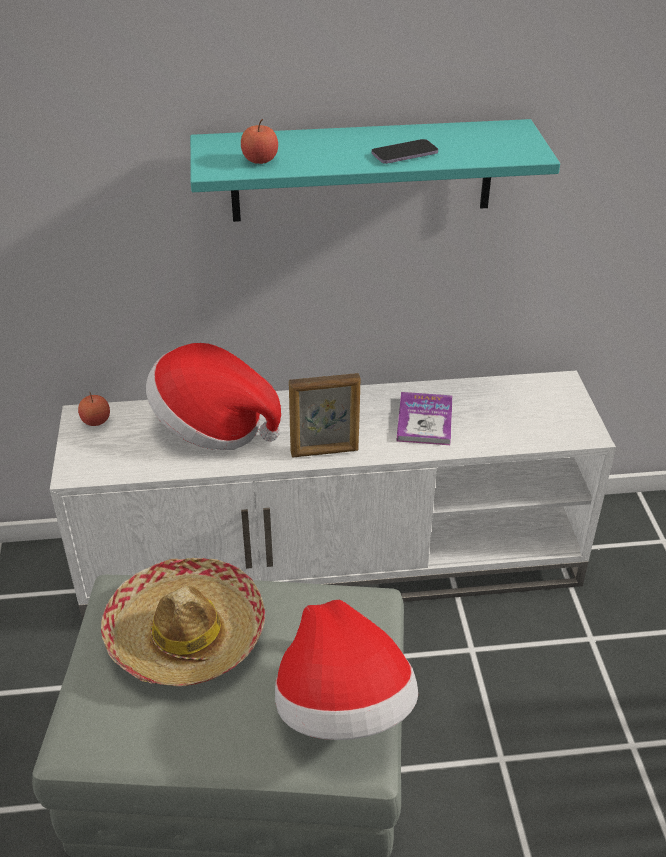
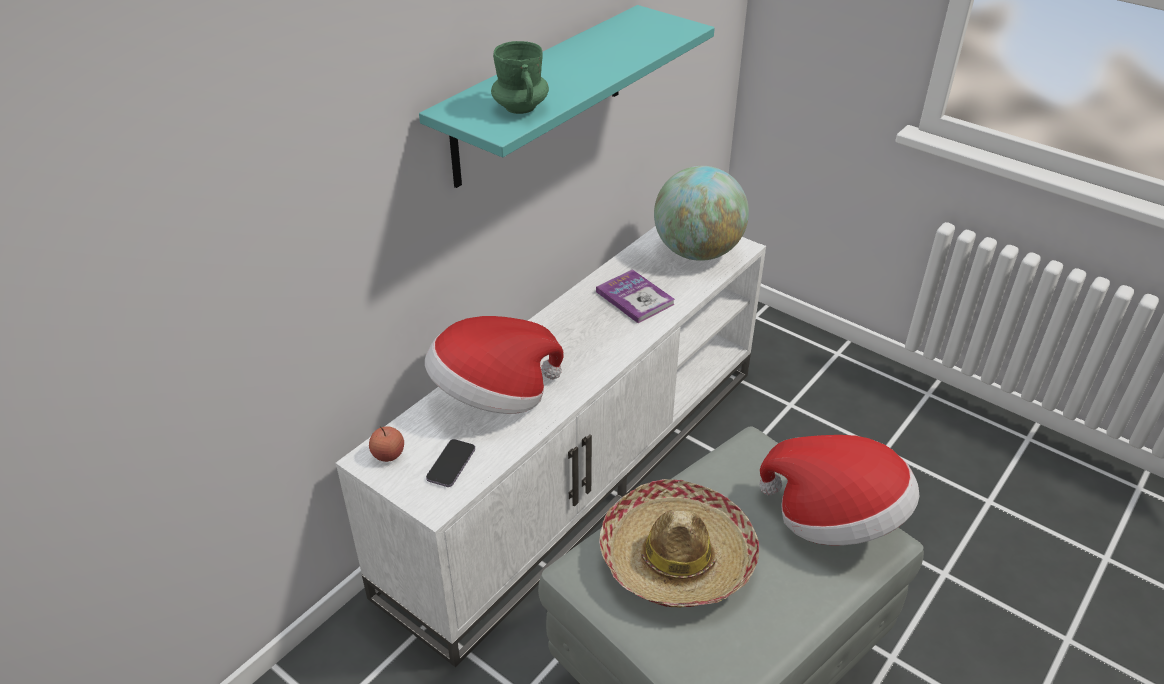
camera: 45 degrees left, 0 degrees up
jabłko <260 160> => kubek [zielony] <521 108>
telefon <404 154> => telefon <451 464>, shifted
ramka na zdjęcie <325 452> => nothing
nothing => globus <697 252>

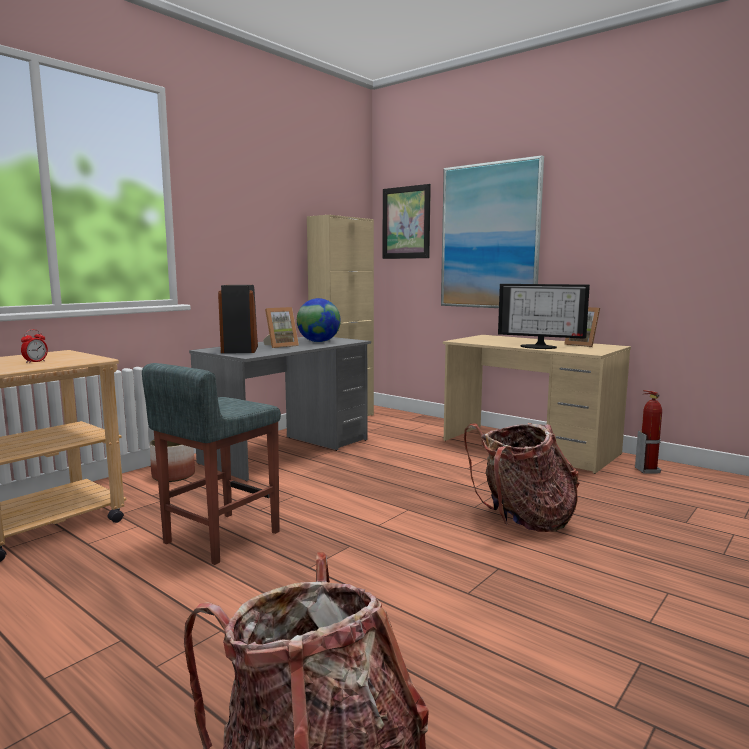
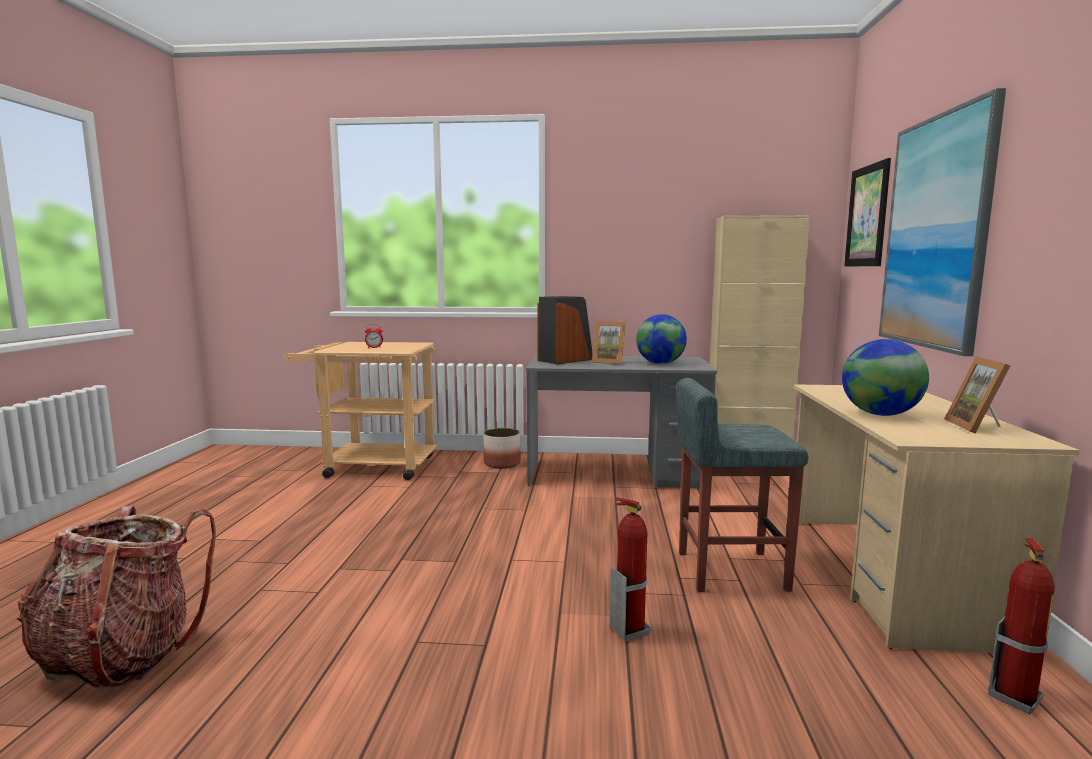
camera: 55 degrees right, 0 degrees up
monitor <539 346> => globus <880 414>
stołek [szary] <220 538> => stołek [szary] <729 571>, shifted
plecak <523 520> => gaśnica <629 630>

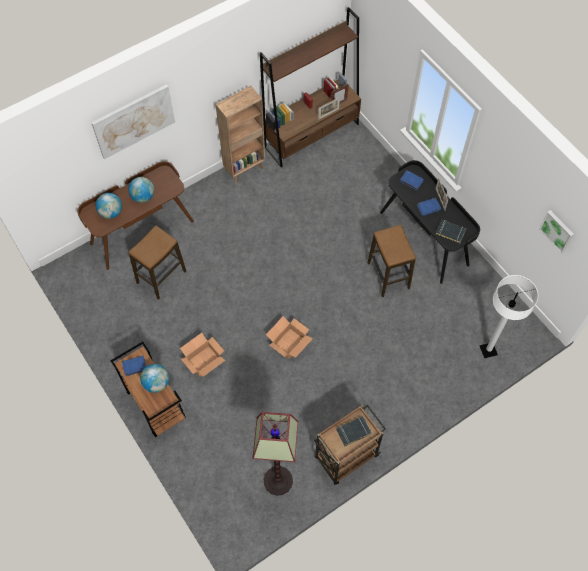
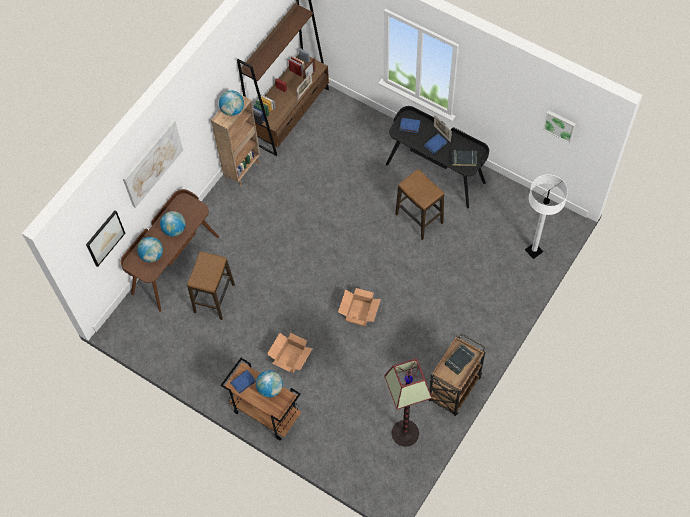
camera: 20 degrees left, 0 degrees up
nothing => globus <232 110>
nothing => obraz <105 238>

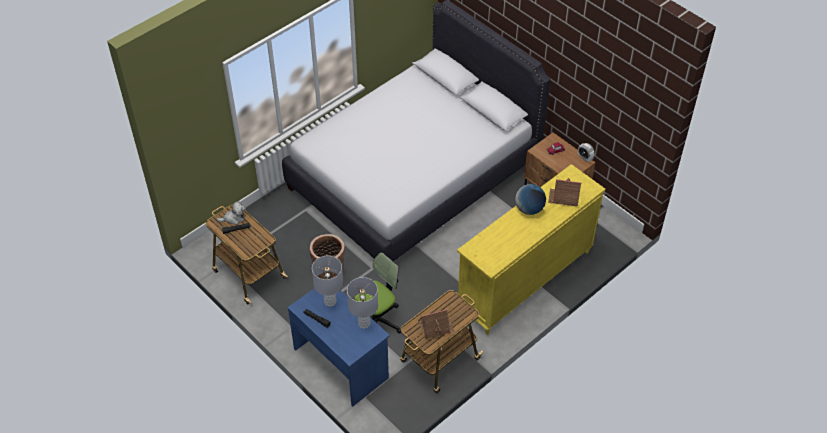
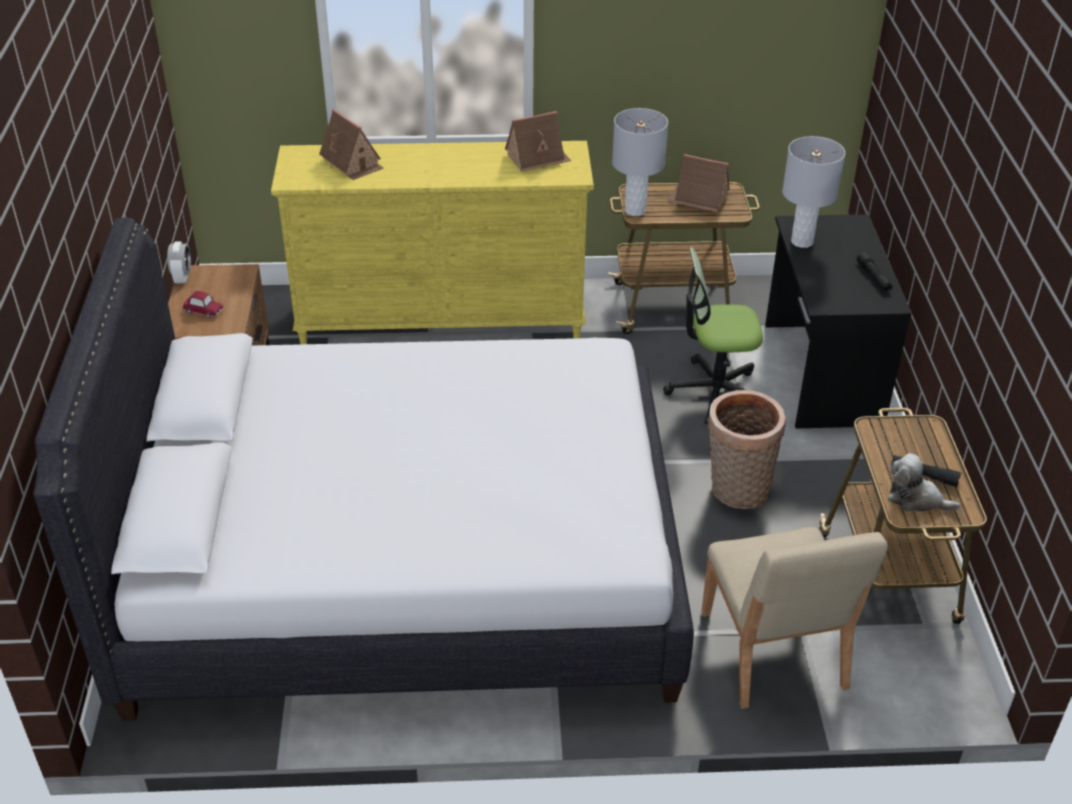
camera: 140 degrees left, 10 degrees down
globus <529 209> => nothing
lampa stołowa [szary] <330 301> => lampa stołowa [szary] <635 211>, shifted
biurko [niebieski] <341 362> => biurko [czarny] <820 374>
nothing => domek <537 158>
nothing => krzesło [beżowy] <773 651>

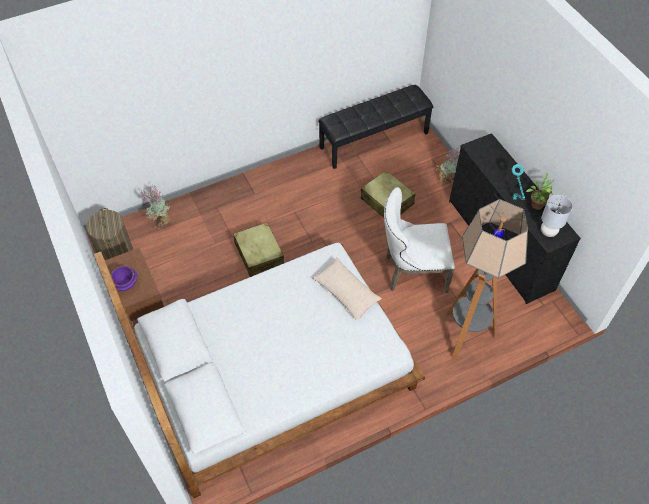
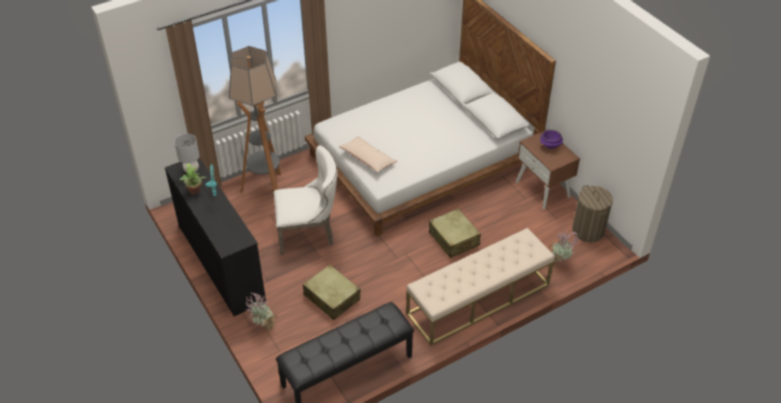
camera: 175 degrees right, 10 degrees down
nothing => ławka [beżowy] <478 299>

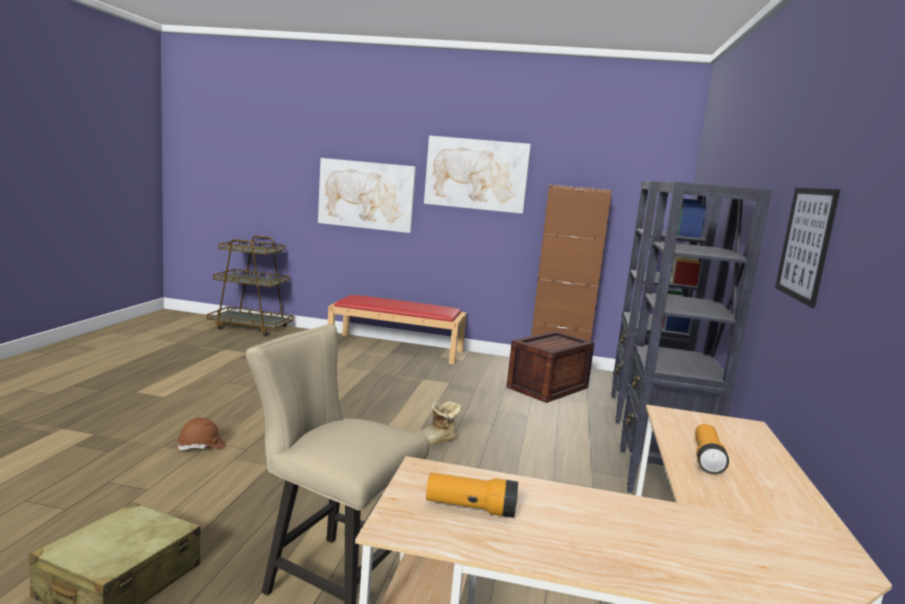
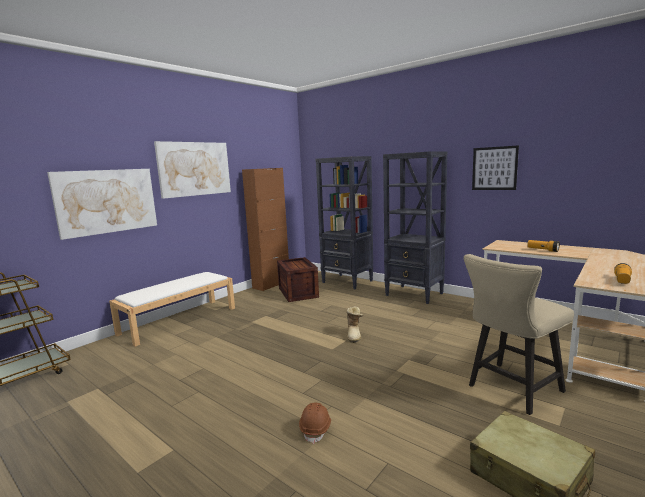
camera: 60 degrees left, 0 degrees up
ławka [czerwony] <397 348> => ławka [biały] <179 320>

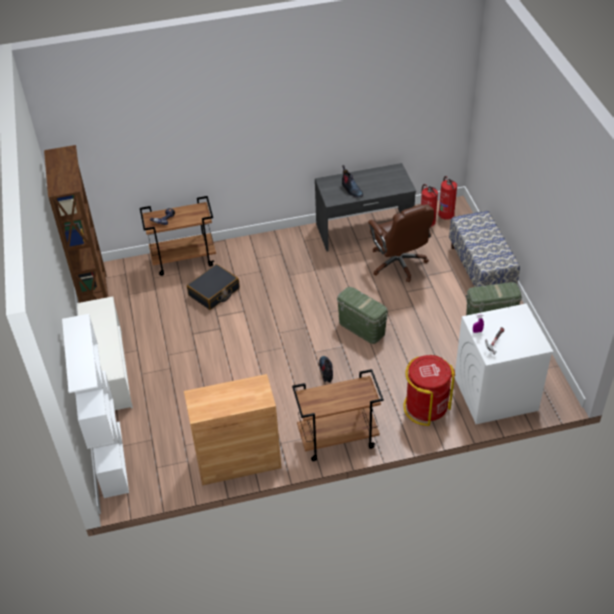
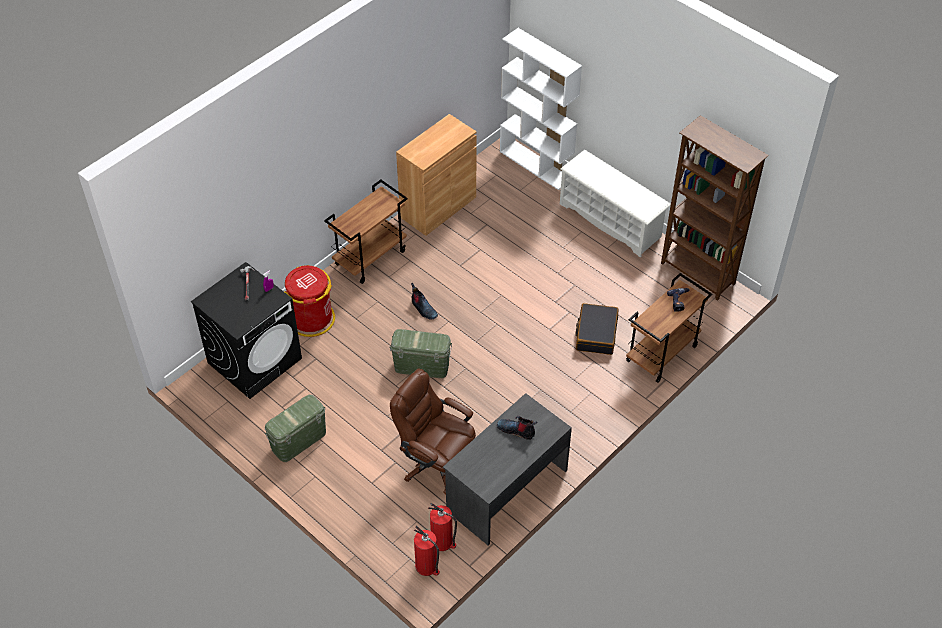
camera: 145 degrees right, 5 degrees up
ławka <481 270> => nothing
pralka [biały] <495 394> => pralka [czarny] <255 360>

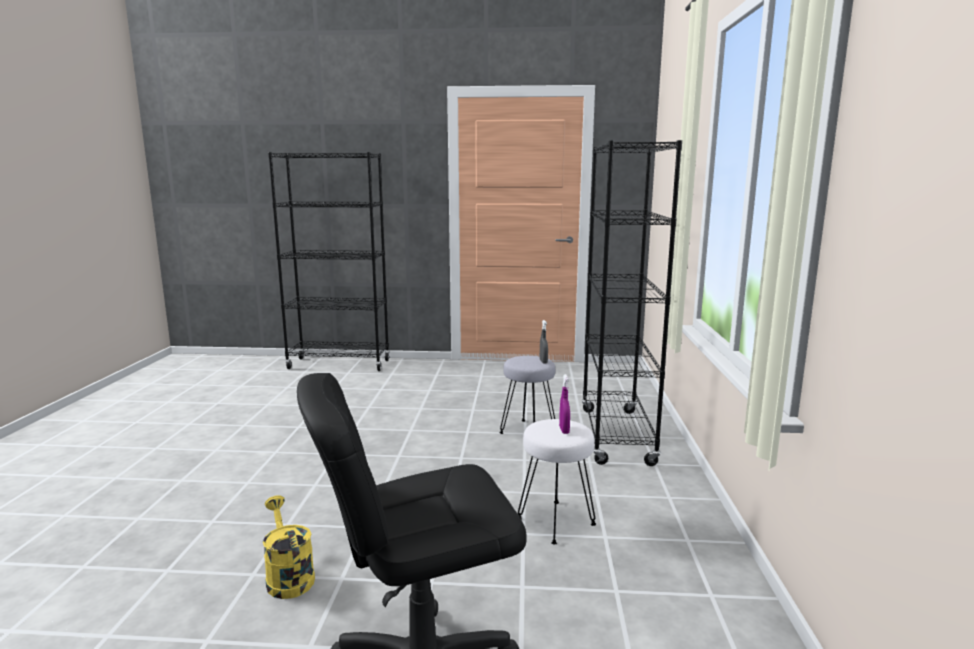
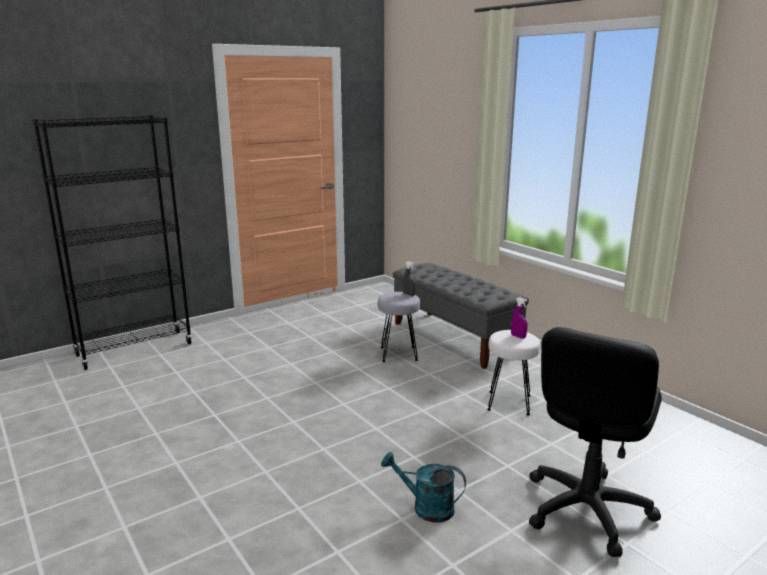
camera: 40 degrees left, 5 degrees up
regał [czarny] <616 436> => ławka [szary] <454 338>
konewka [żółty] <288 576> => konewka [turkusowy] <426 507>

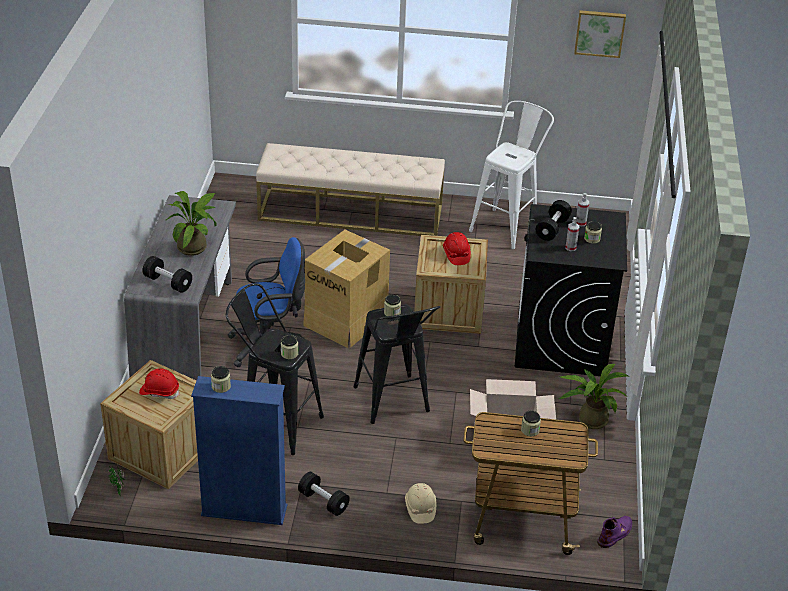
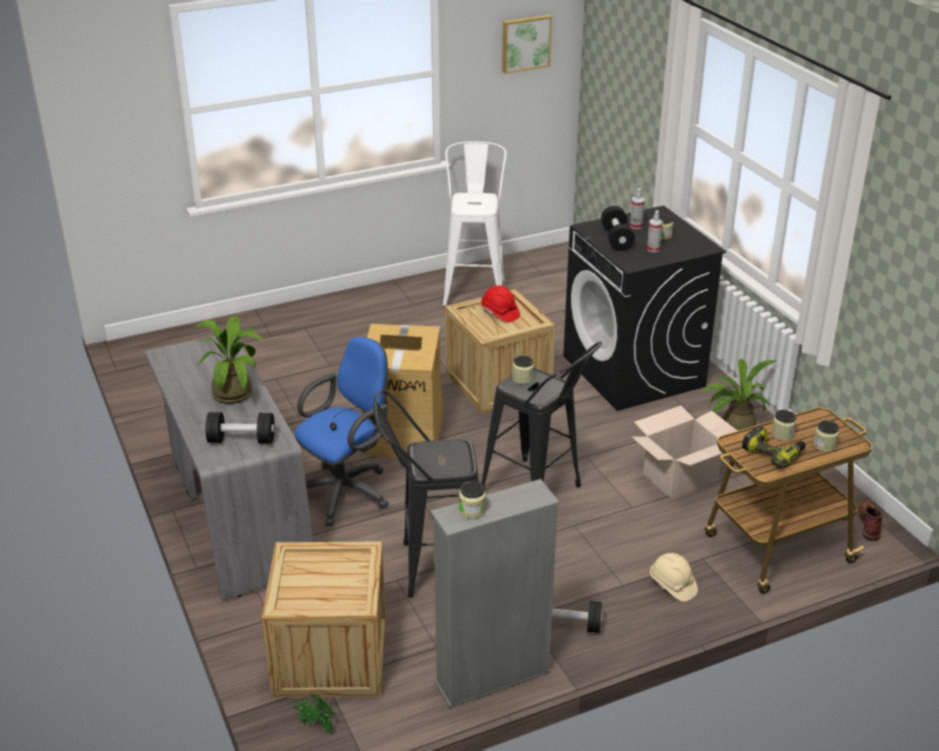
camera: 30 degrees left, 5 degrees down
ławka [beżowy] <351 213> => nothing
słoik <289 354> => słoik <824 445>, shifted
kask [czerwony] <159 391> => nothing
regał [niebieski] <244 511> => regał [szary] <493 678>
but z cholewką [fioletowy] <615 533> => but z cholewką [brązowy] <869 522>
nothing => wiertarka <773 452>

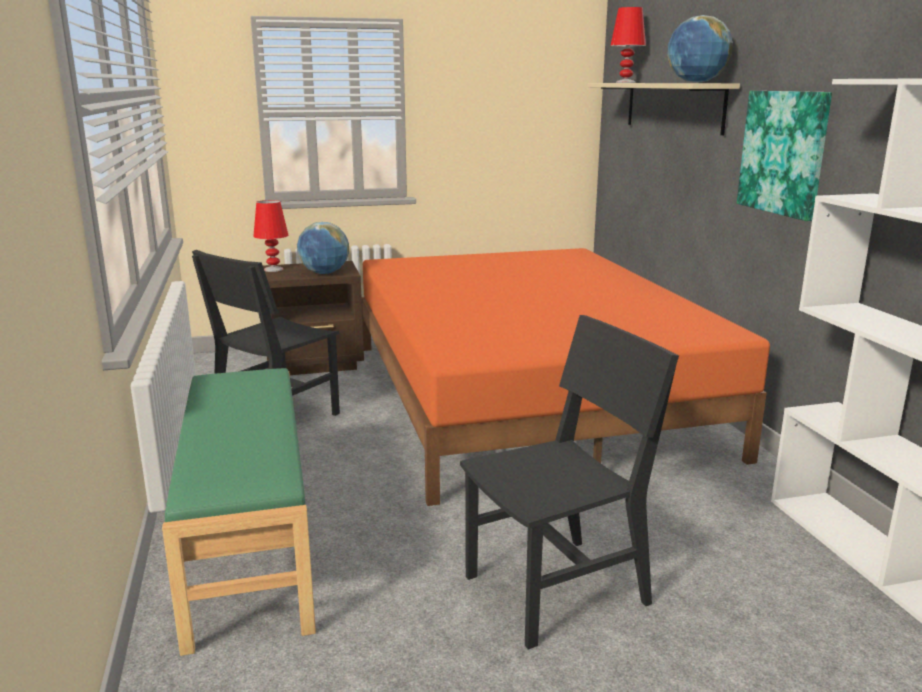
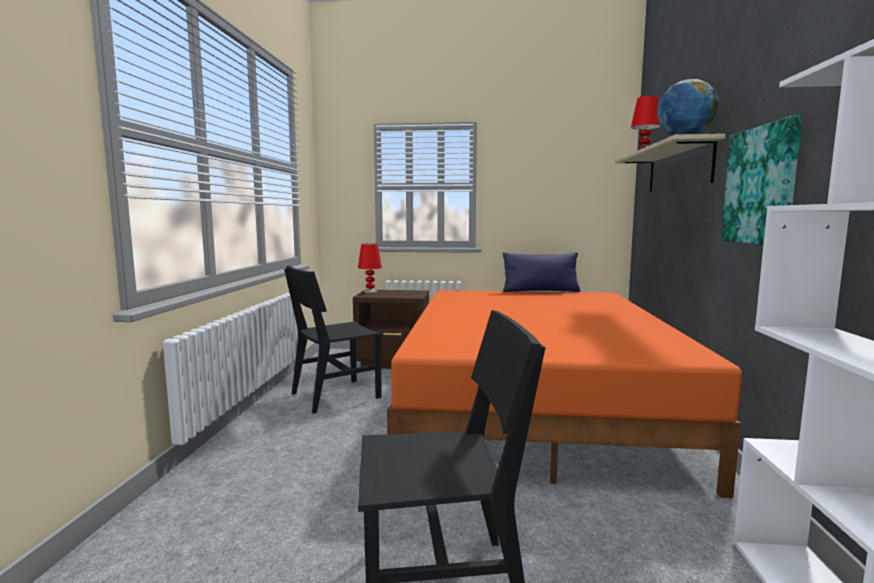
camera: 20 degrees right, 10 degrees down
globus <324 273> => nothing
ławka [zielony] <247 539> => nothing
nothing => poduszka [niebieski] <540 291>

